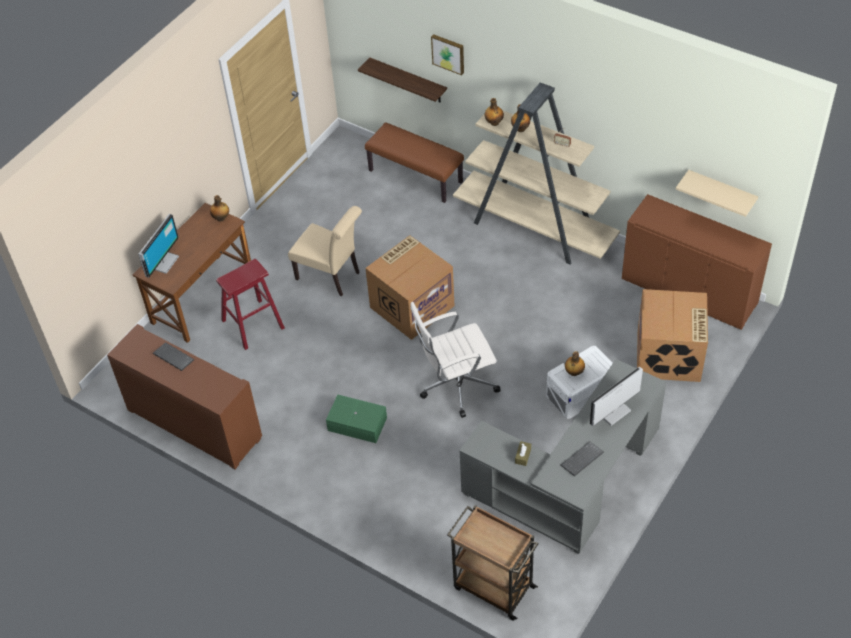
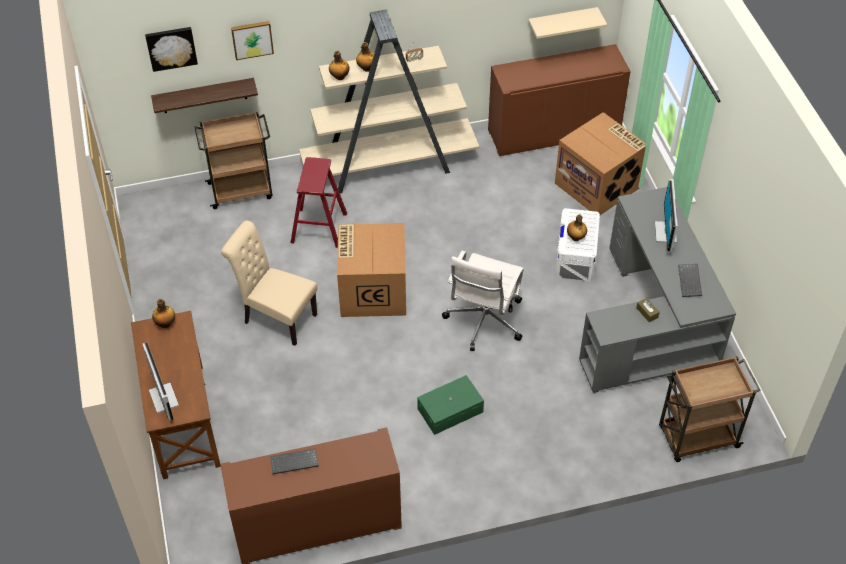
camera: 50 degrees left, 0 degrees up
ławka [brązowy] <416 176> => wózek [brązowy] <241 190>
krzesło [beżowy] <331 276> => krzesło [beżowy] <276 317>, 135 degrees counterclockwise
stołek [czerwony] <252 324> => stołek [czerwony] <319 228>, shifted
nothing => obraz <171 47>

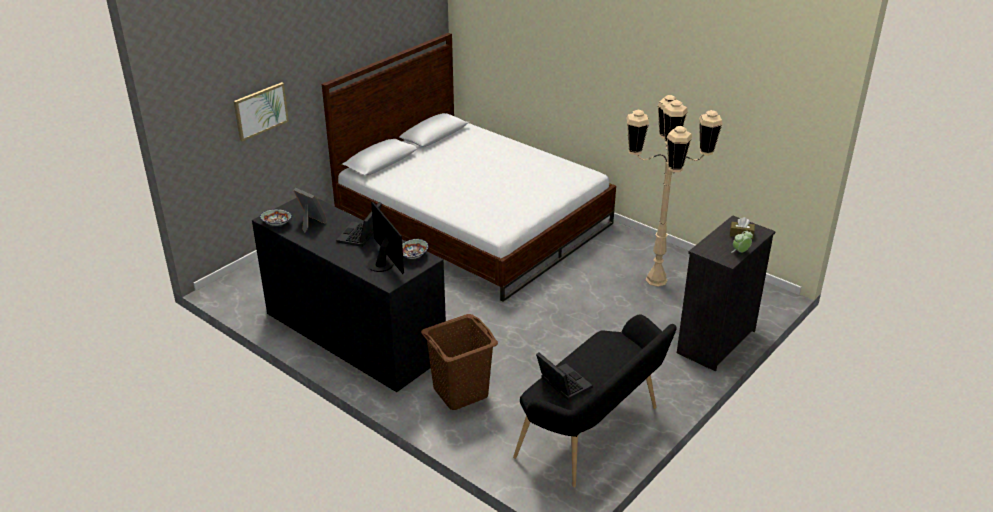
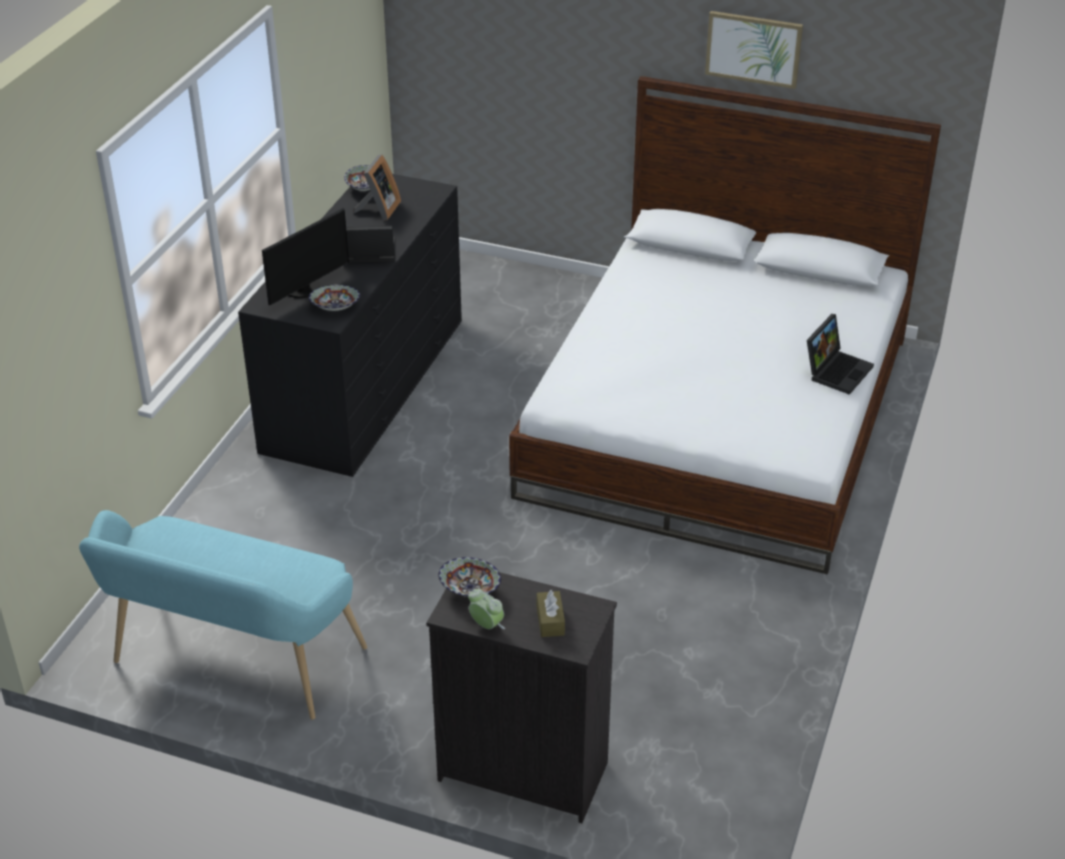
camera: 70 degrees right, 5 degrees up
obraz <260 111> => obraz <753 48>, shifted
lampa stojąca [beżowy] <656 280> => nothing
kosz na pranie [brązowy] <460 392> => nothing
ławka [czarny] <594 434> => ławka [turkusowy] <231 661>
laptop <561 383> => laptop <837 370>, shifted
nothing => miska <470 589>

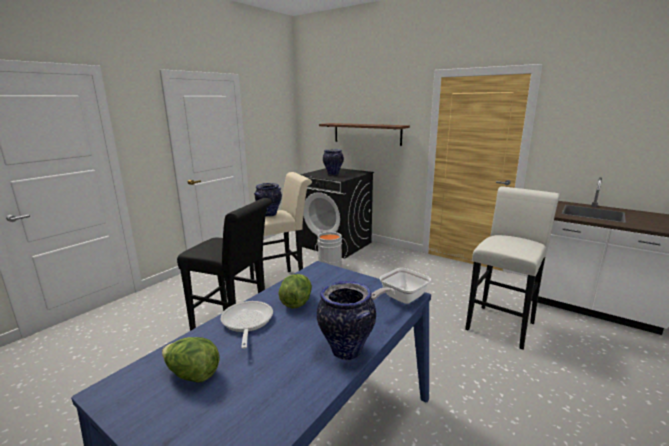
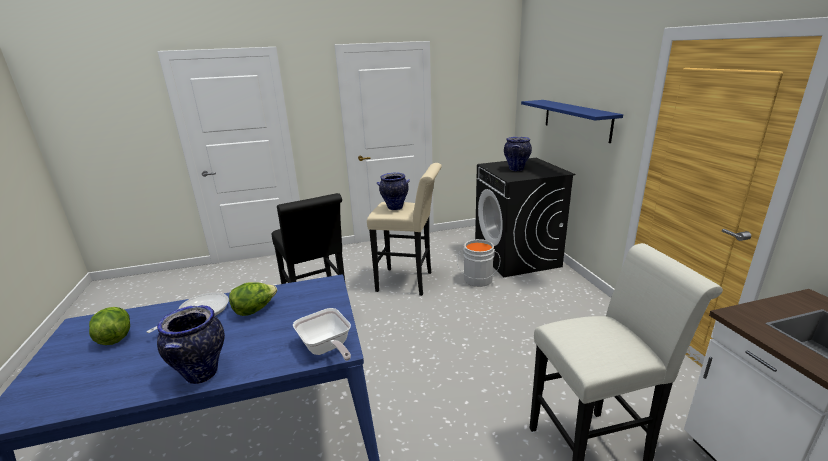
camera: 40 degrees right, 5 degrees up
półka [brązowy] <367 133> => półka [niebieski] <576 119>
patelnia <400 299> => patelnia <326 348>, 120 degrees counterclockwise

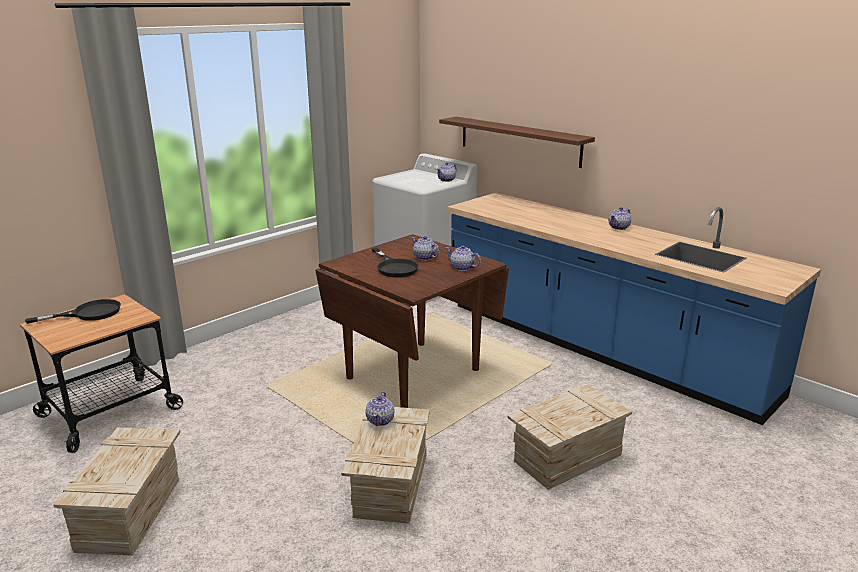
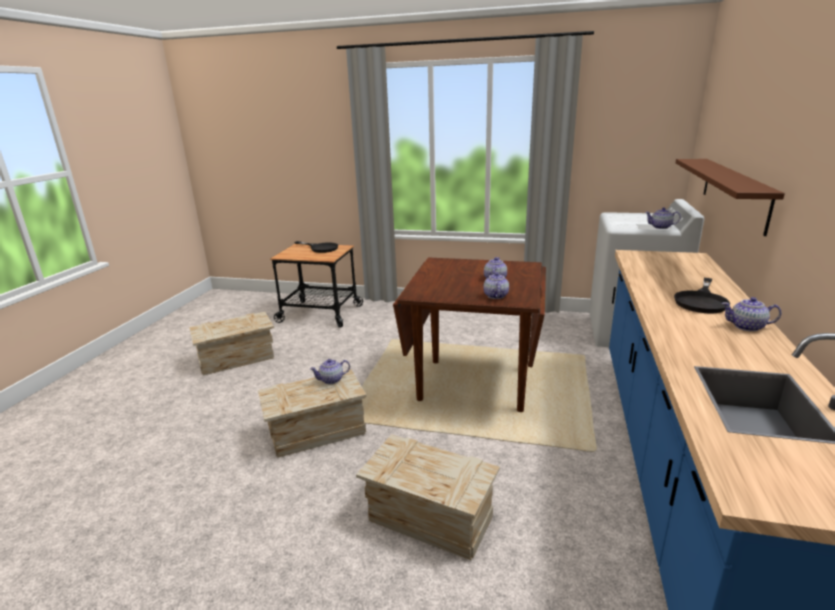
camera: 60 degrees right, 0 degrees up
patelnia [czarny] <394 267> => patelnia [czarny] <701 301>, shifted

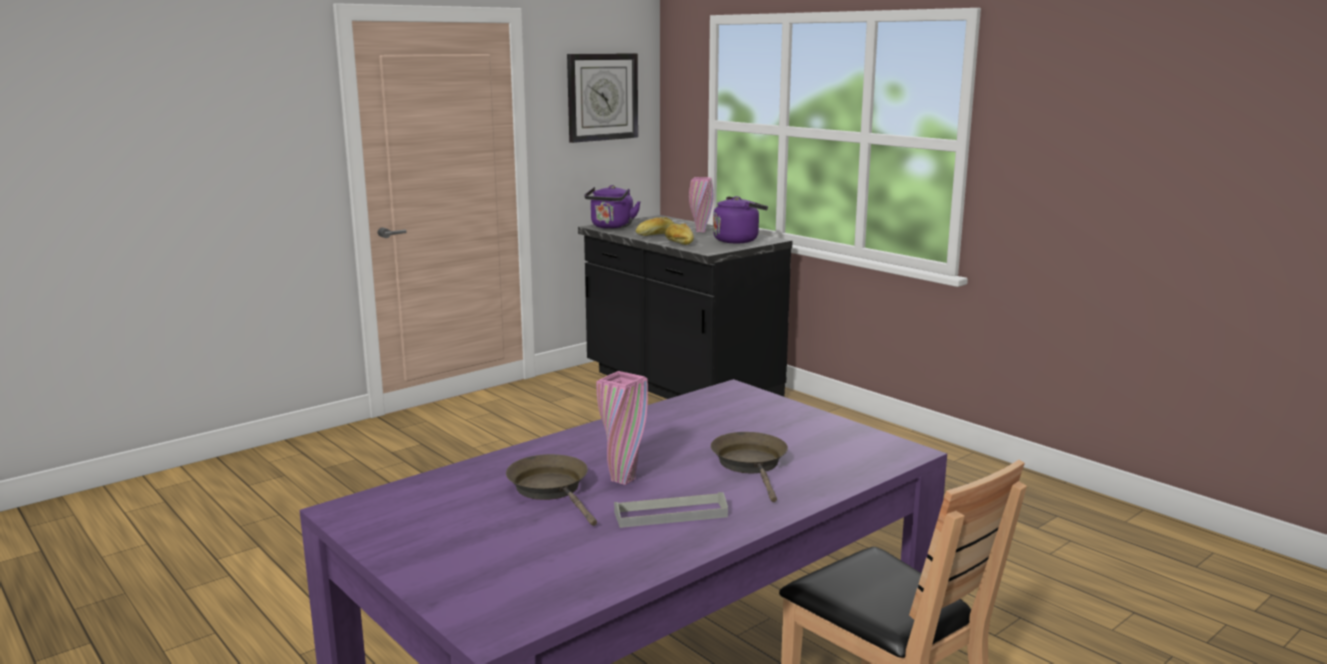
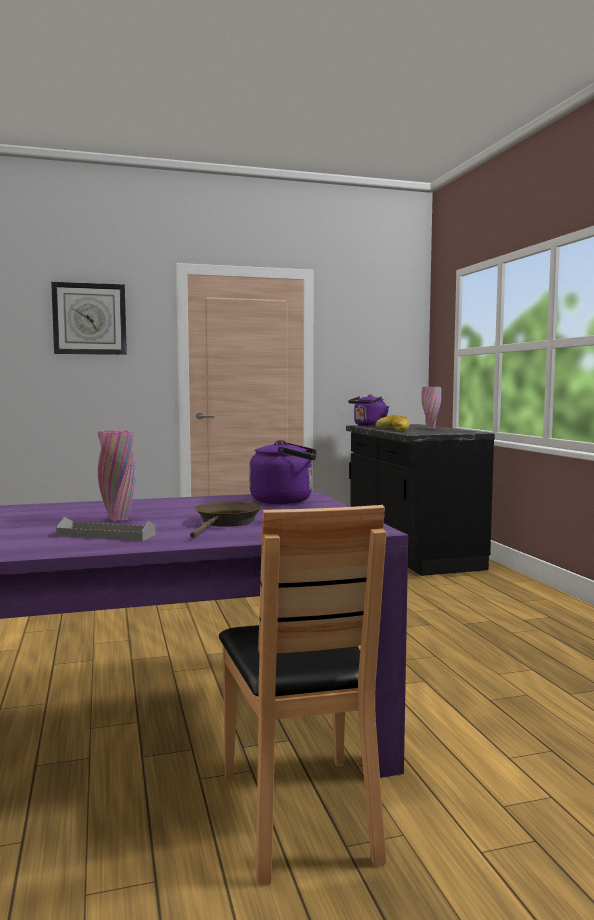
camera: 25 degrees right, 10 degrees down
zegar ścienny <602 97> => zegar ścienny <89 319>, shifted
czajnik [fioletowy] <738 240> => czajnik [fioletowy] <285 501>, shifted
patelnia [brązowy] <552 489> => nothing

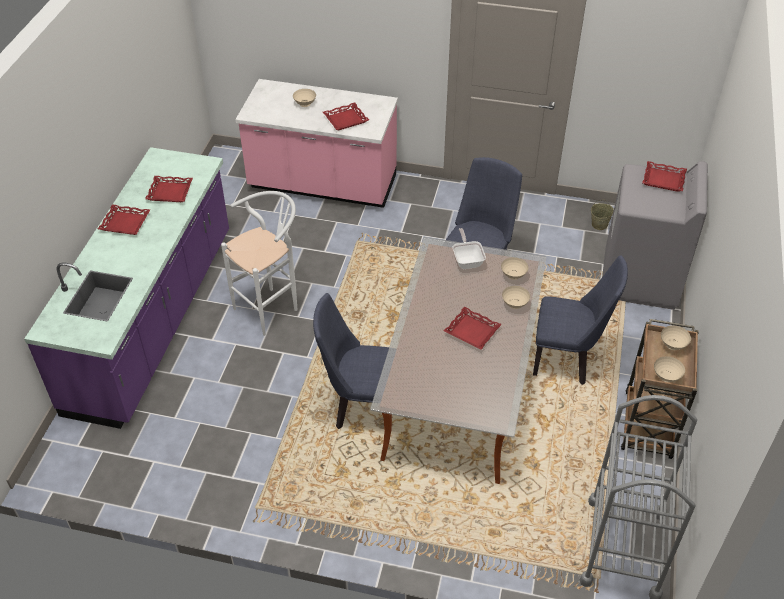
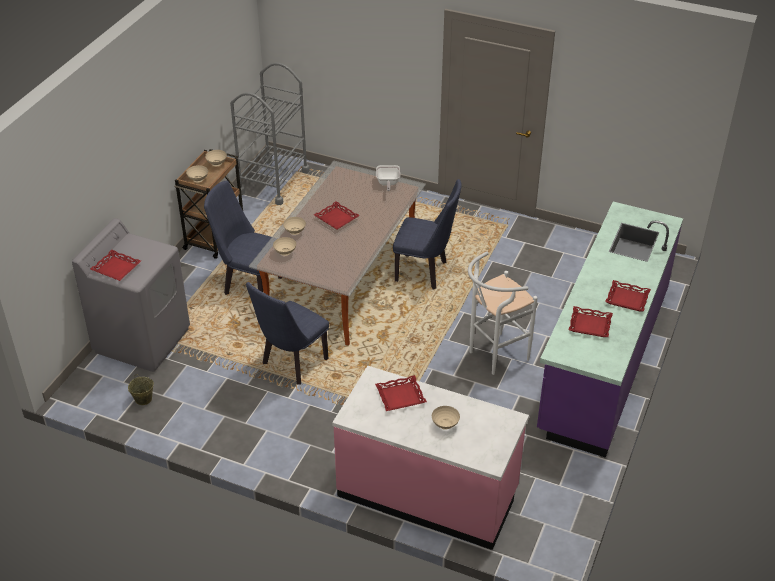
camera: 170 degrees left, 5 degrees down
patelnia <467 260> => patelnia <387 184>, shifted

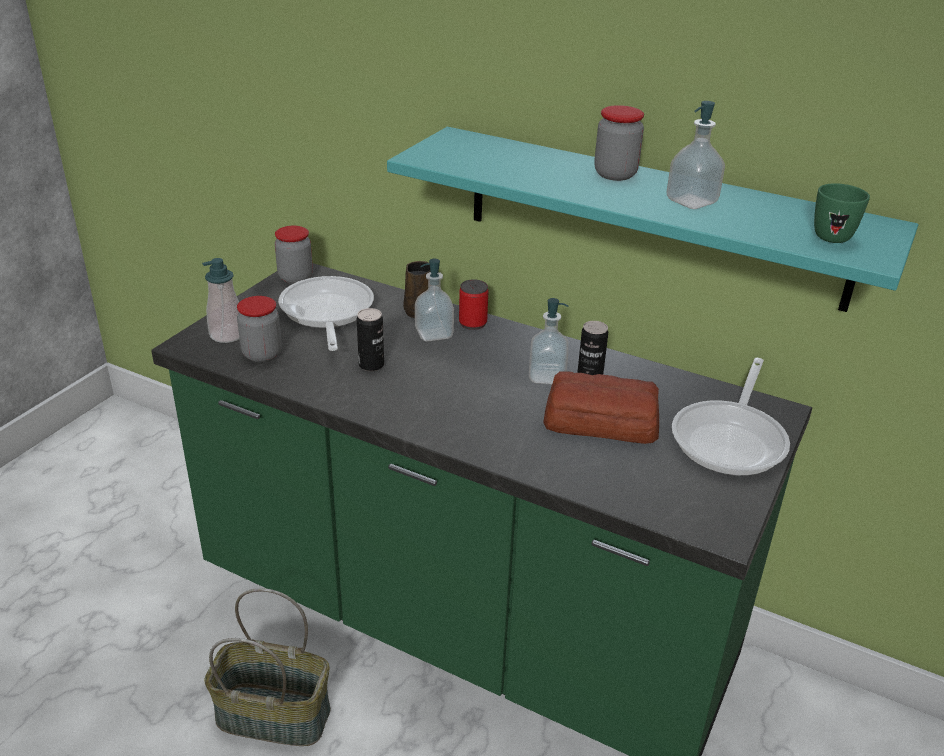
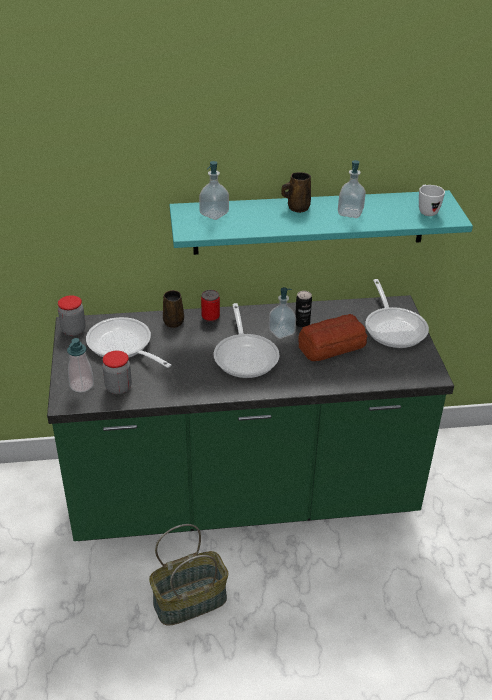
camera: 35 degrees left, 5 degrees up
słoik <615 174> => kubek [brązowy] <297 208>
kubek [zielony] <832 234> => kubek [biały] <426 211>
dozownik mydła <434 334> => dozownik mydła <214 214>, shifted
puszka <371 365> => nothing
nothing => patelnia <245 355>

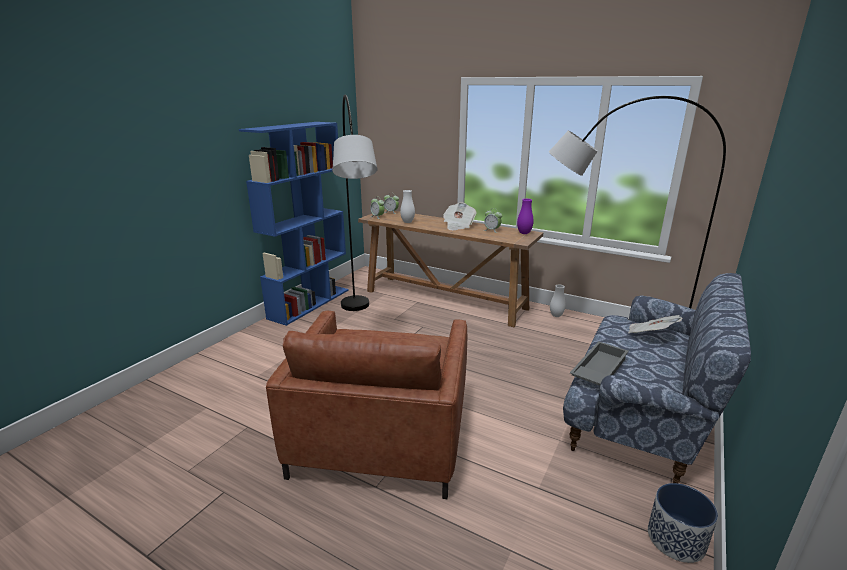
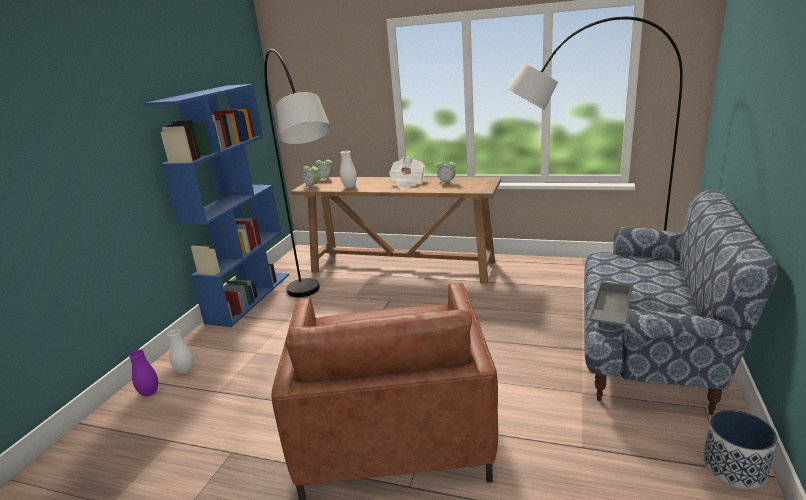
camera: 10 degrees left, 0 degrees up
wazon [fioletowy] <524 233> => wazon [fioletowy] <149 393>, shifted
wazon [biały] <556 315> => wazon [biały] <185 371>, shifted
gazeta <650 335> => nothing

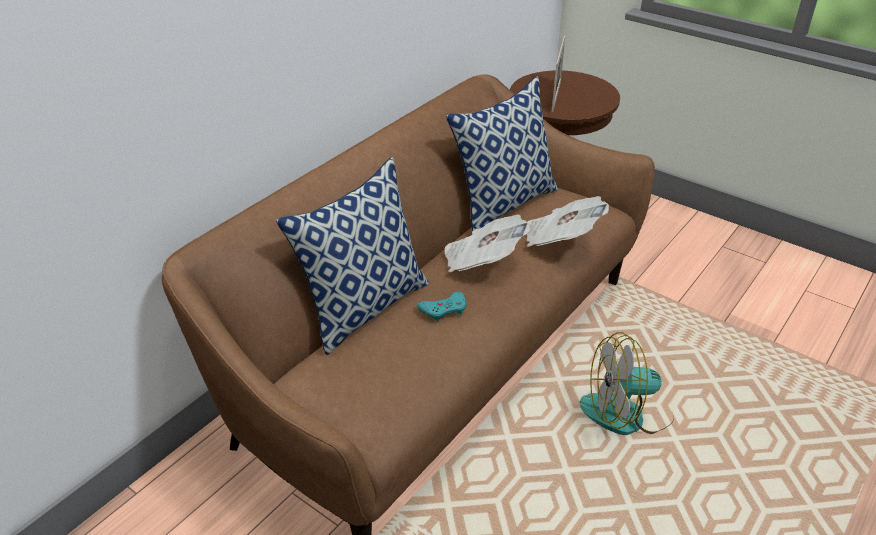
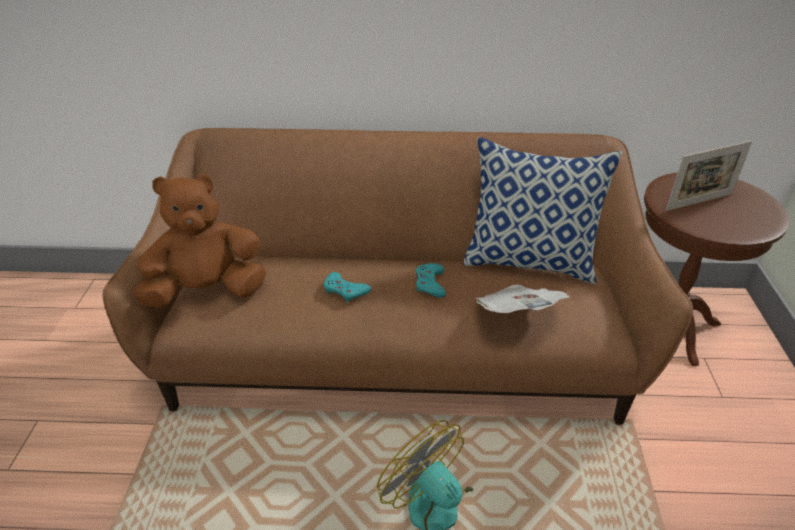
camera: 55 degrees right, 0 degrees up
poduszka <364 307> => nothing
gazeta <482 261> => pad do gier [turkusowy] <430 283>
nothing => pluszak [brązowy] <207 292>

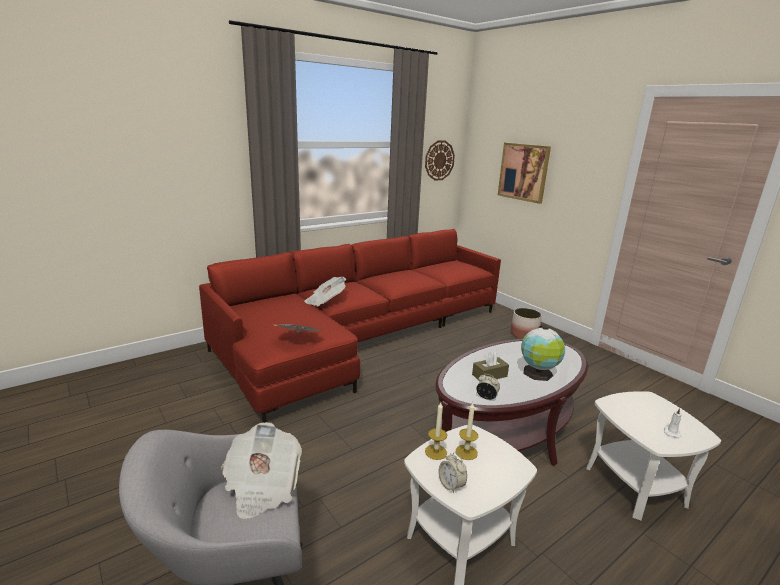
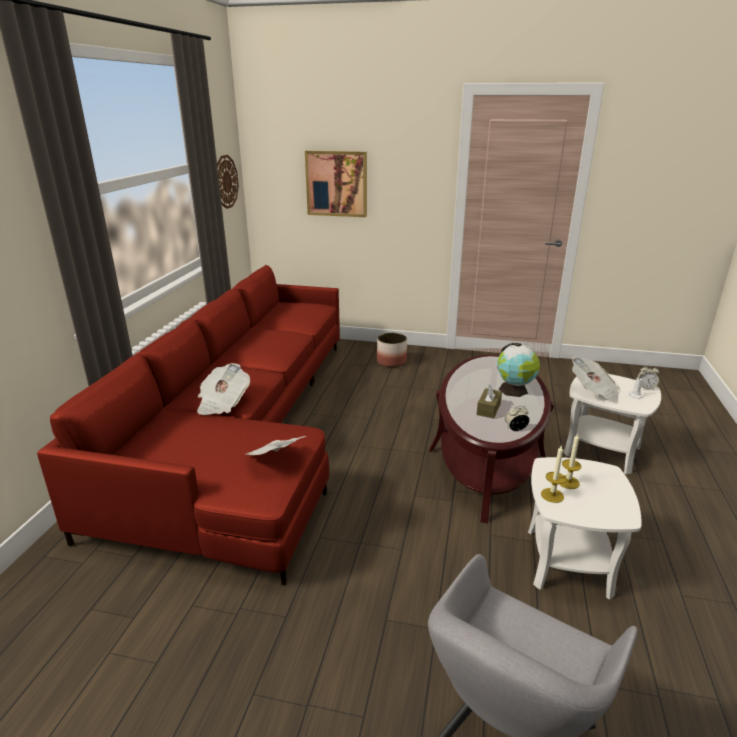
camera: 40 degrees left, 5 degrees up
gazeta <262 486> => gazeta <594 392>, shifted
budzik <451 485> => budzik <645 387>, shifted

